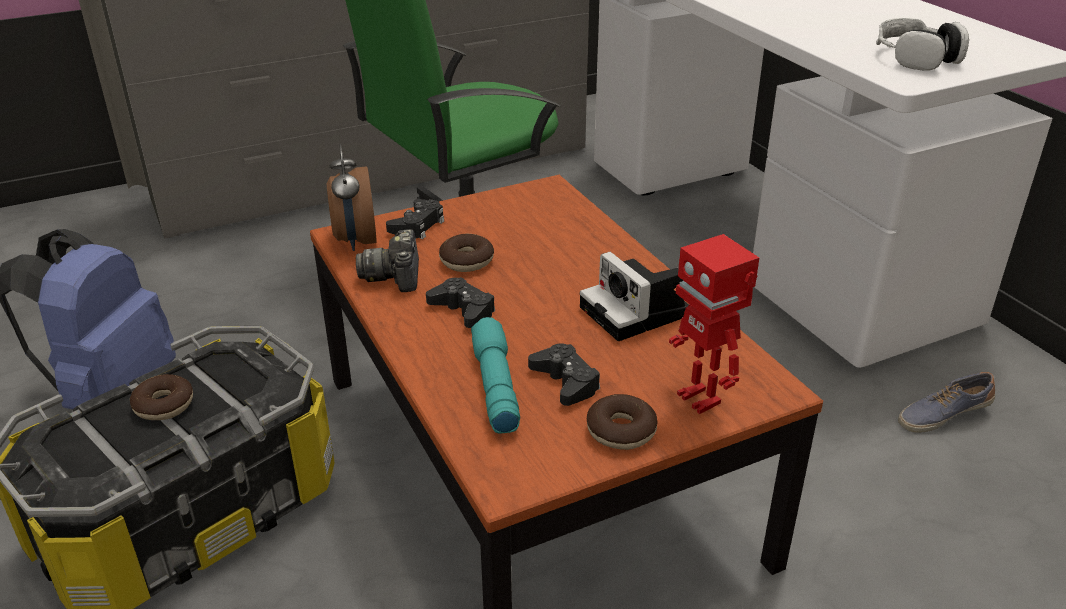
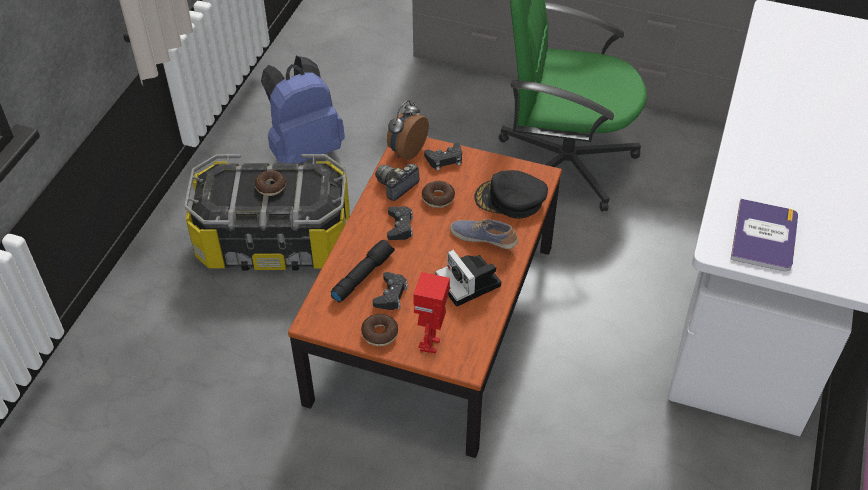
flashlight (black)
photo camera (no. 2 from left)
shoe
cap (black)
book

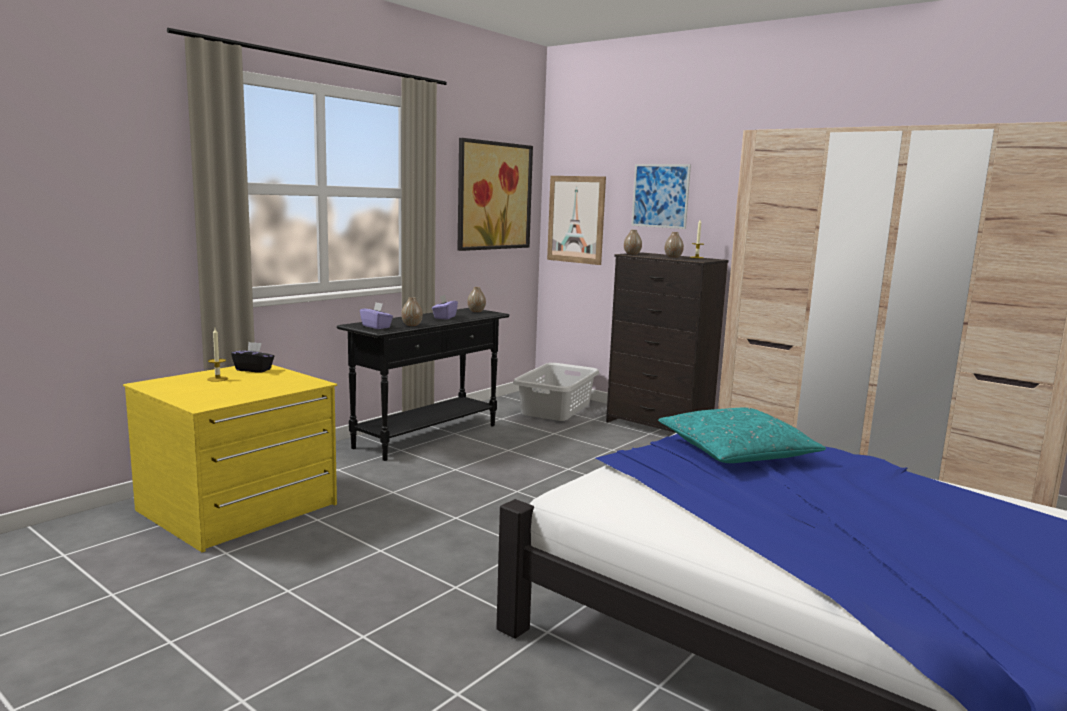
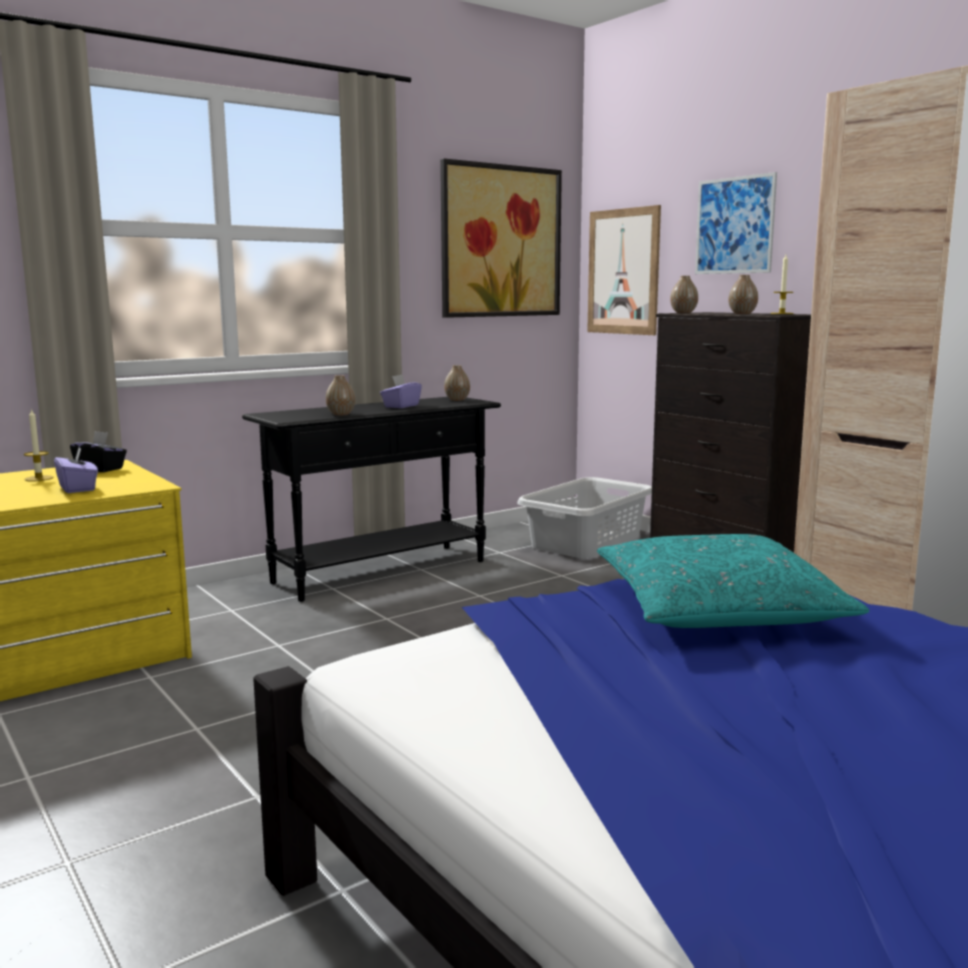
tissue box (purple) (no. 1 from left)

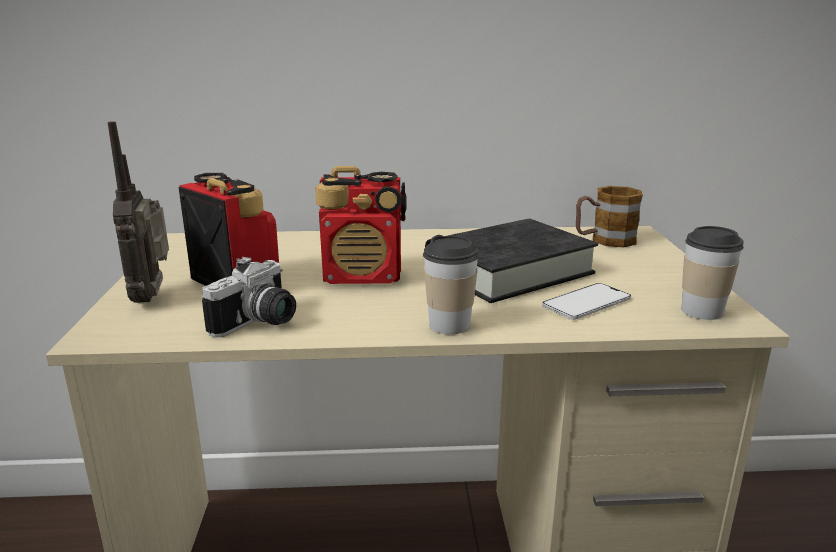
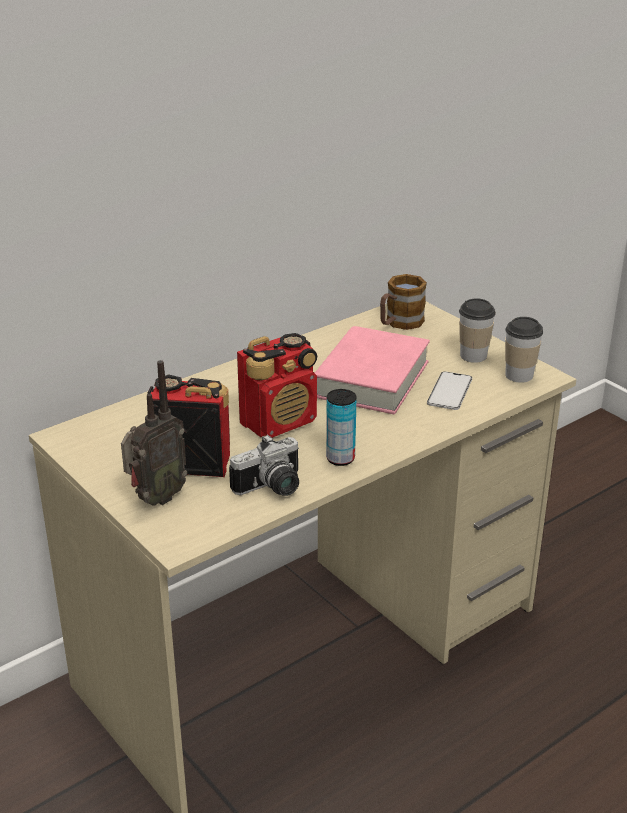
radio (no. 1 from left)
photo camera
book (pink)
can
cup (no. 1 from left)

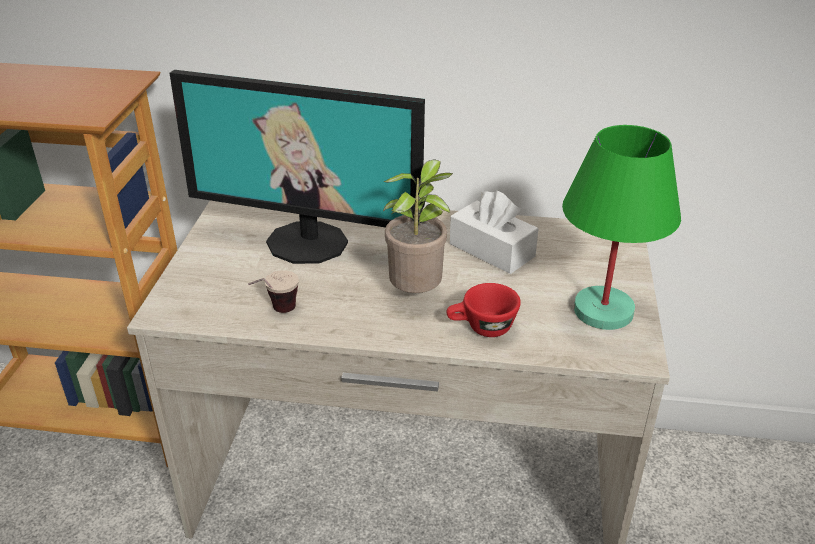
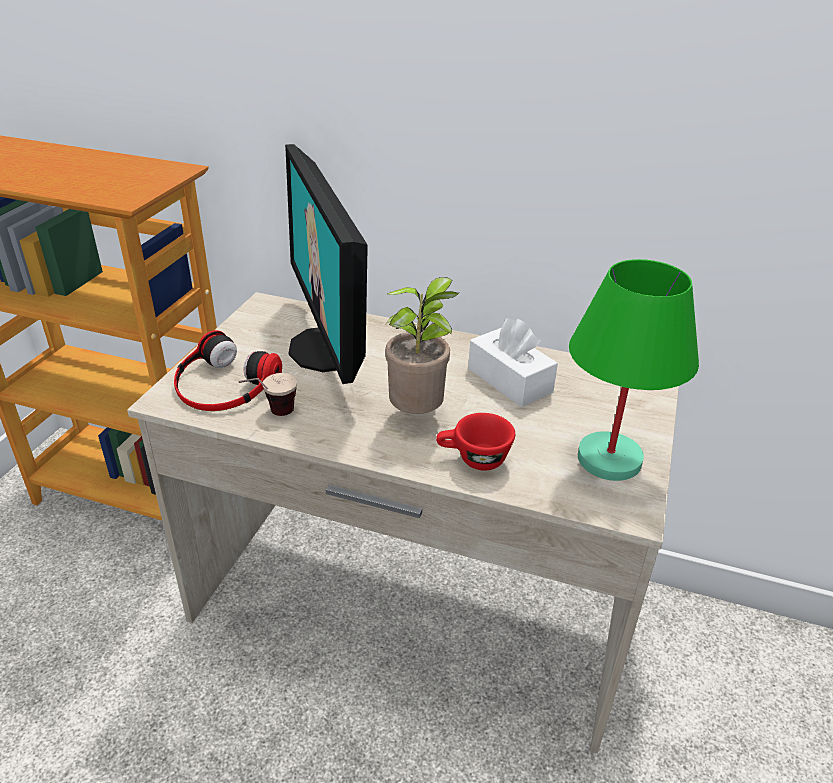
headphones
monitor

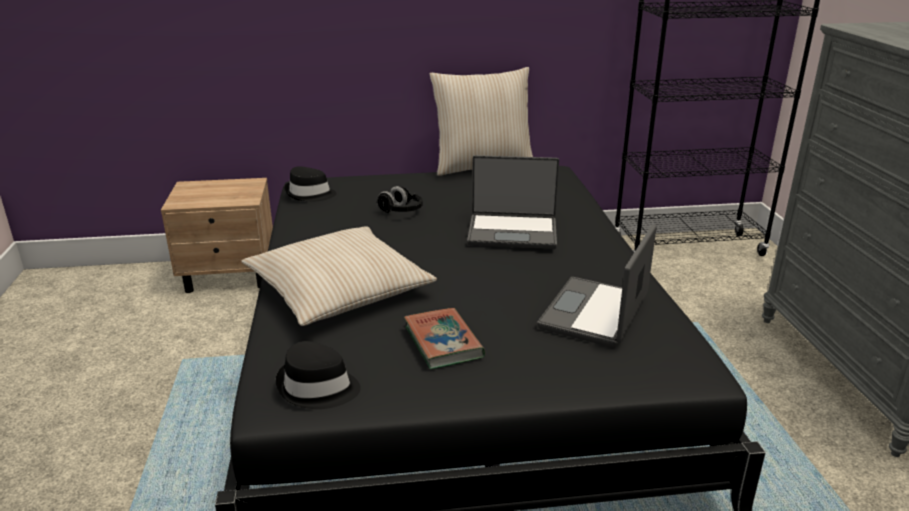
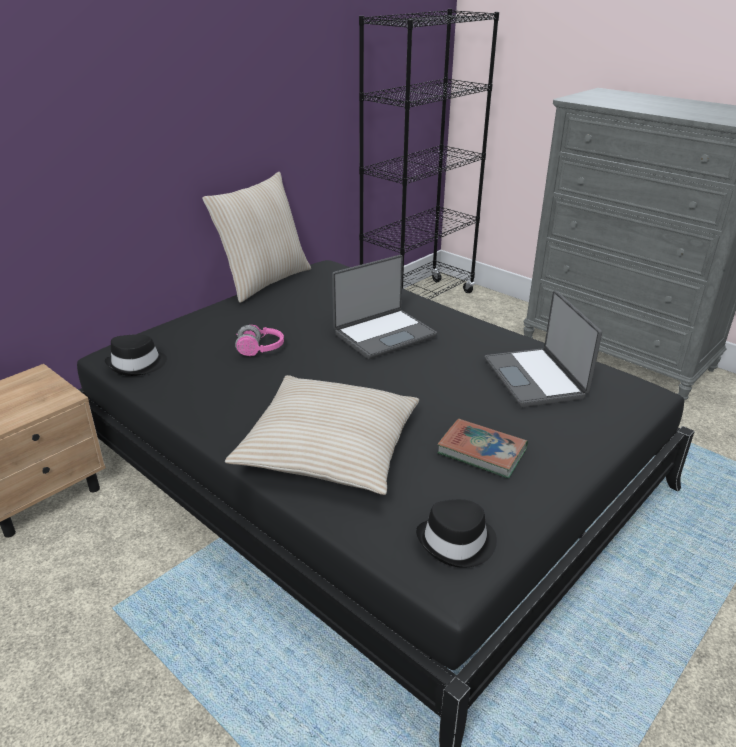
headphones (pink)

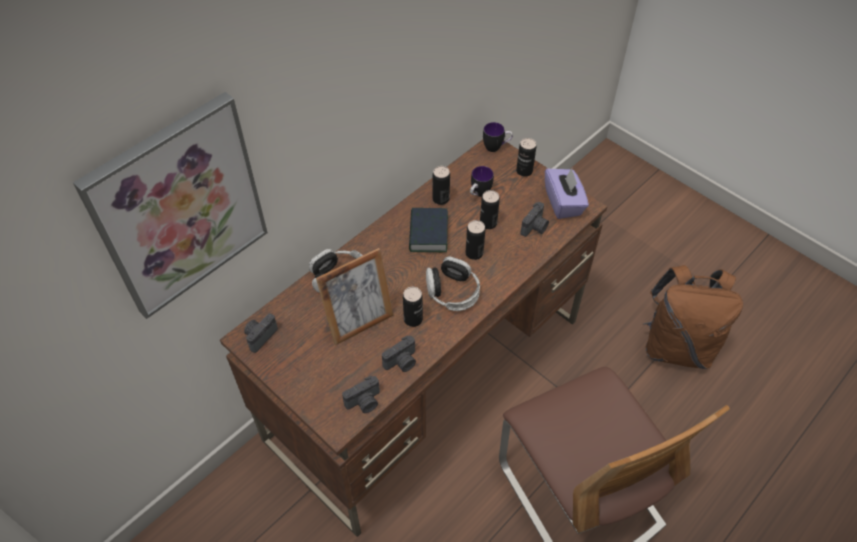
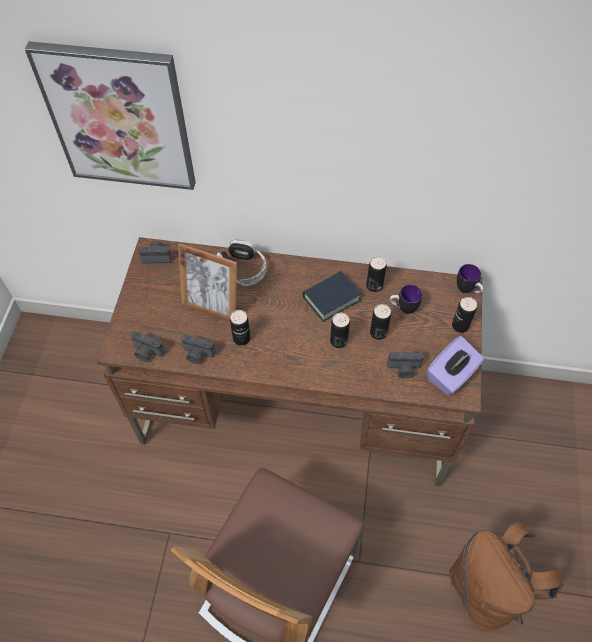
headphones (no. 2 from left in the first image)

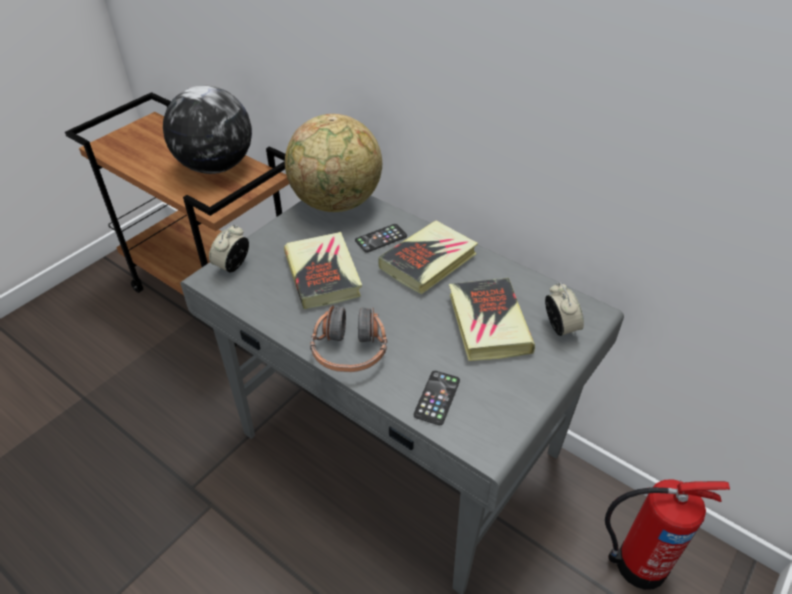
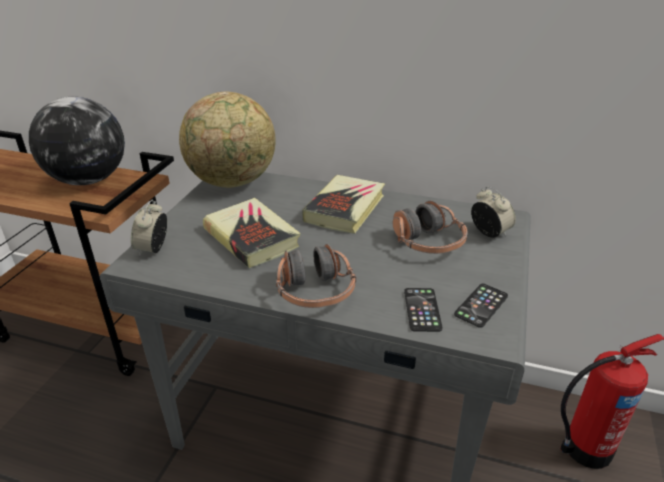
headphones (no. 2 from left)
phone (no. 2 from left)

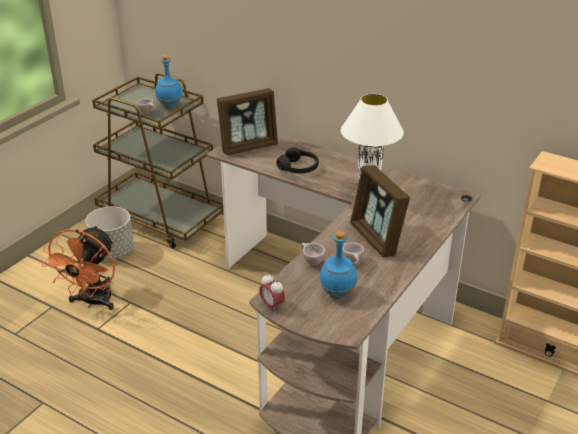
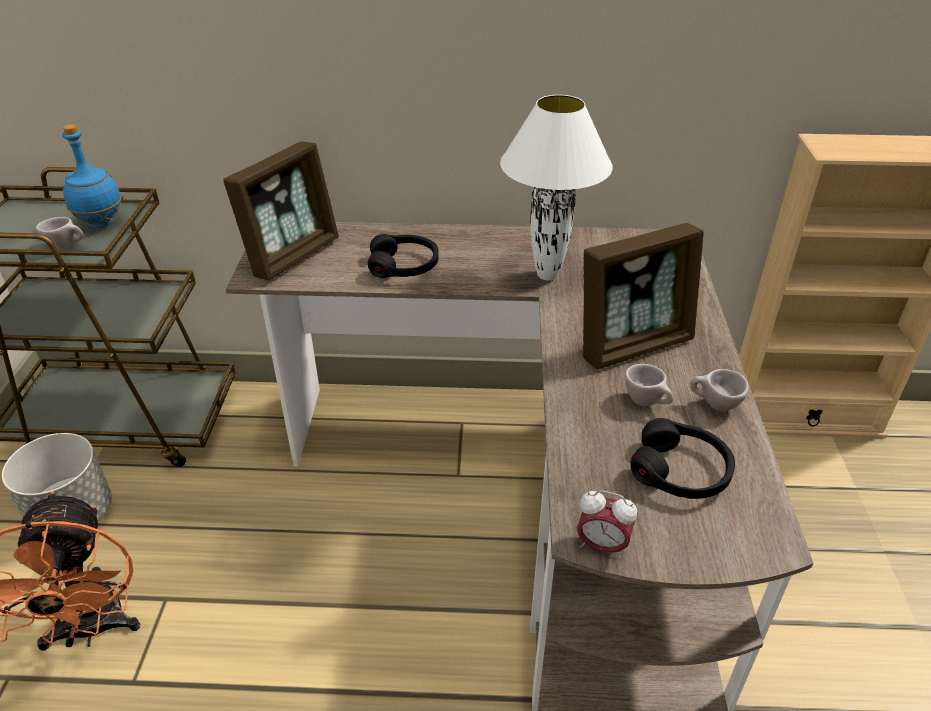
picture frame (no. 2 from left)
headphones (black) (no. 2 from left)
cup (beige) (no. 3 from left)

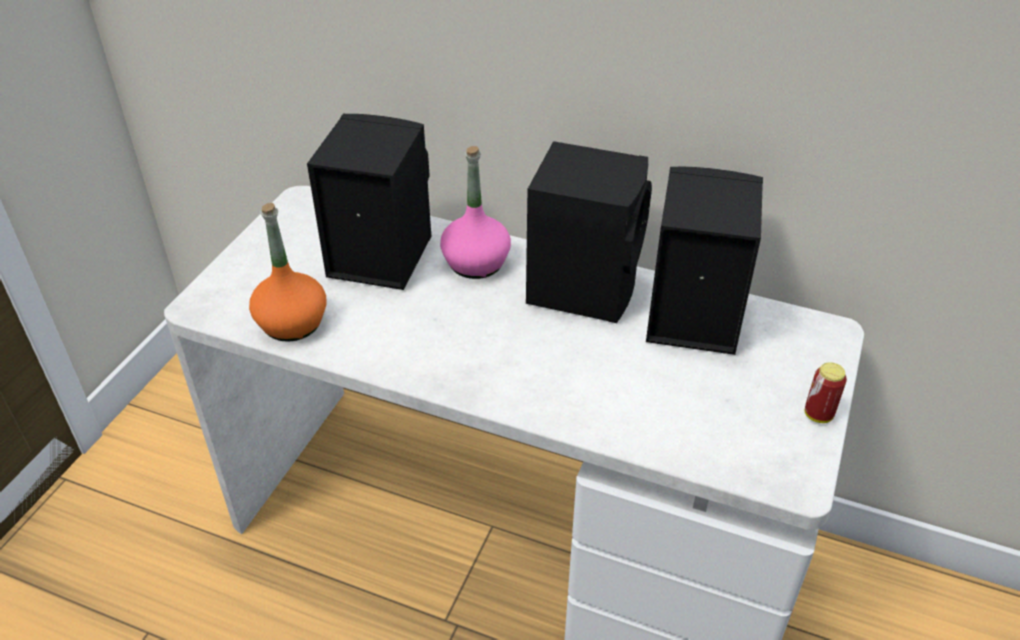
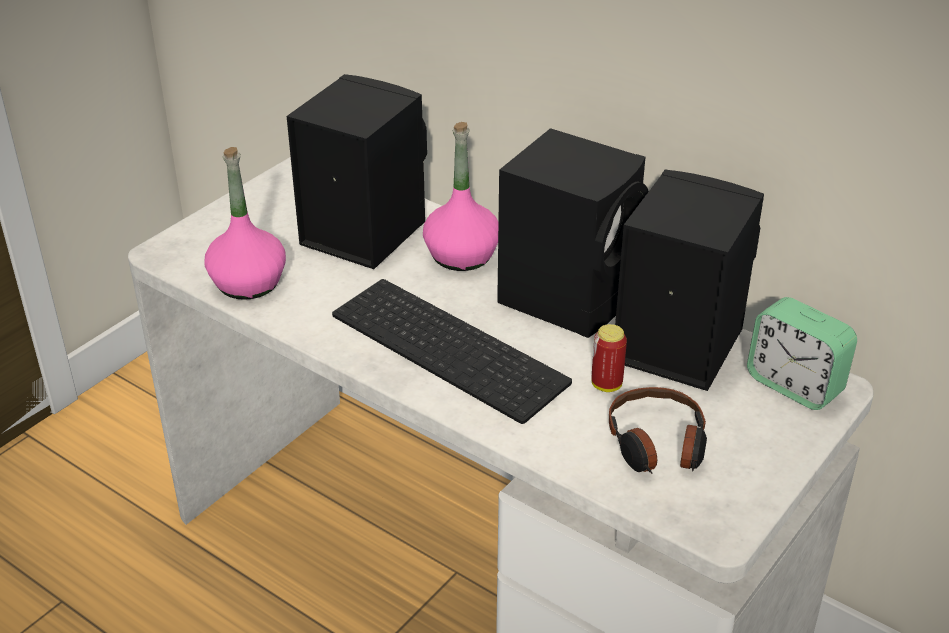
bottle (pink) (no. 1 from left)
keyboard
can
headphones
alarm clock

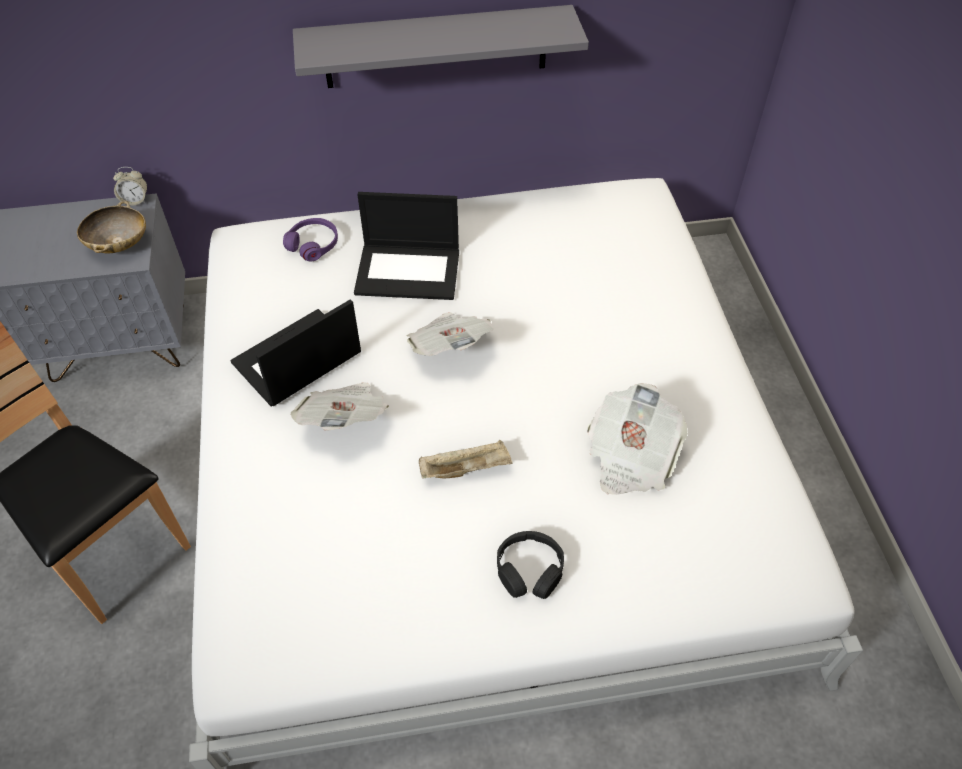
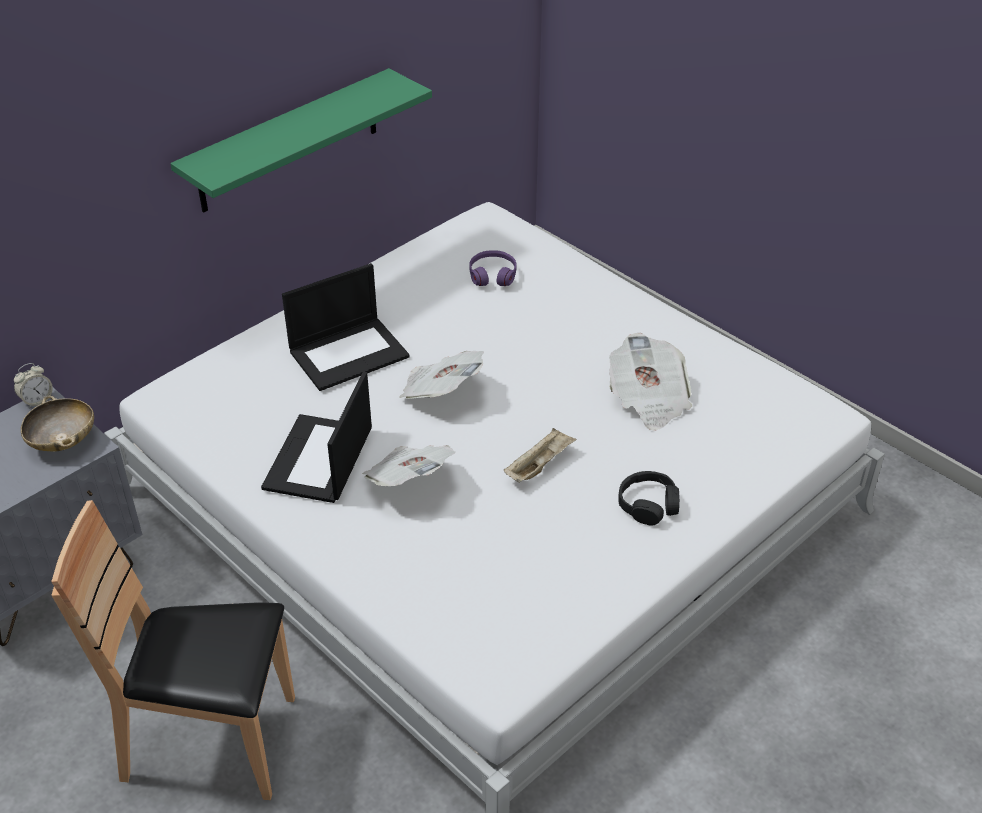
shelf (green)
headphones (purple)

